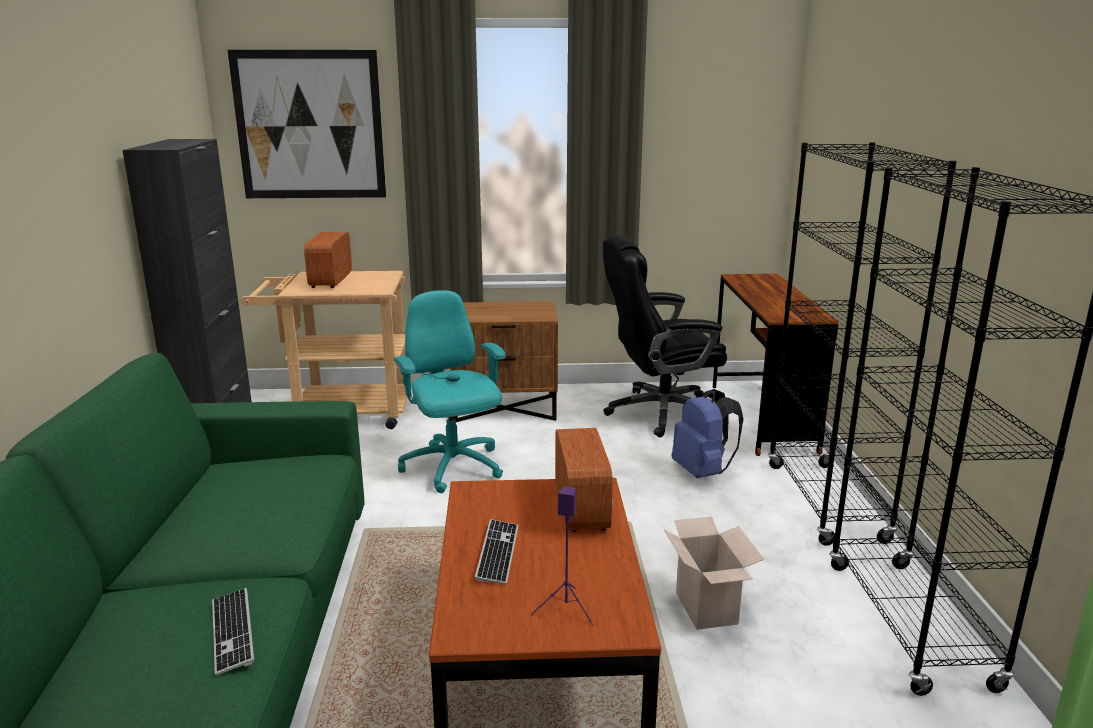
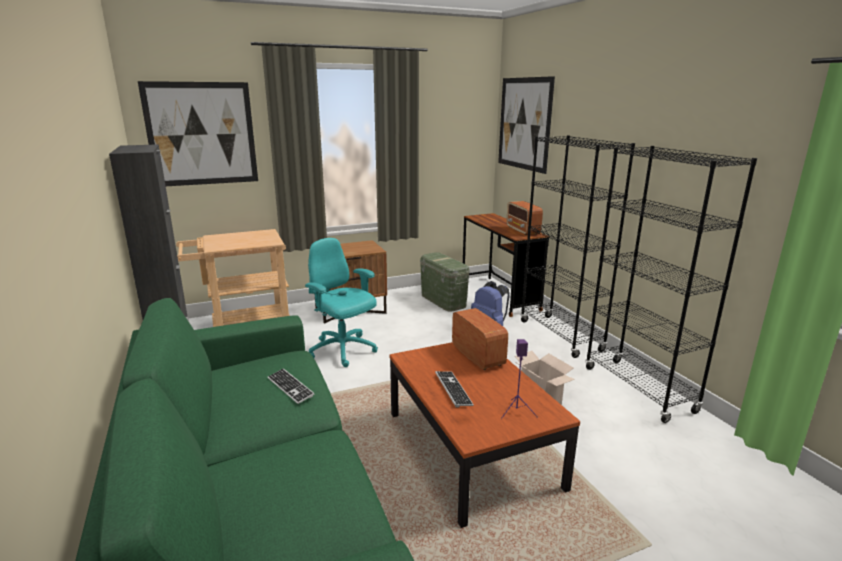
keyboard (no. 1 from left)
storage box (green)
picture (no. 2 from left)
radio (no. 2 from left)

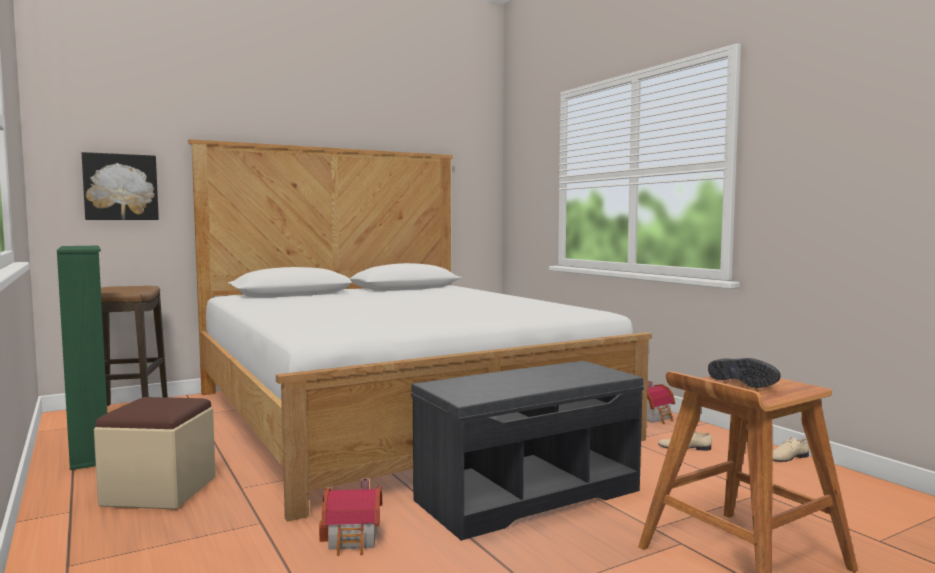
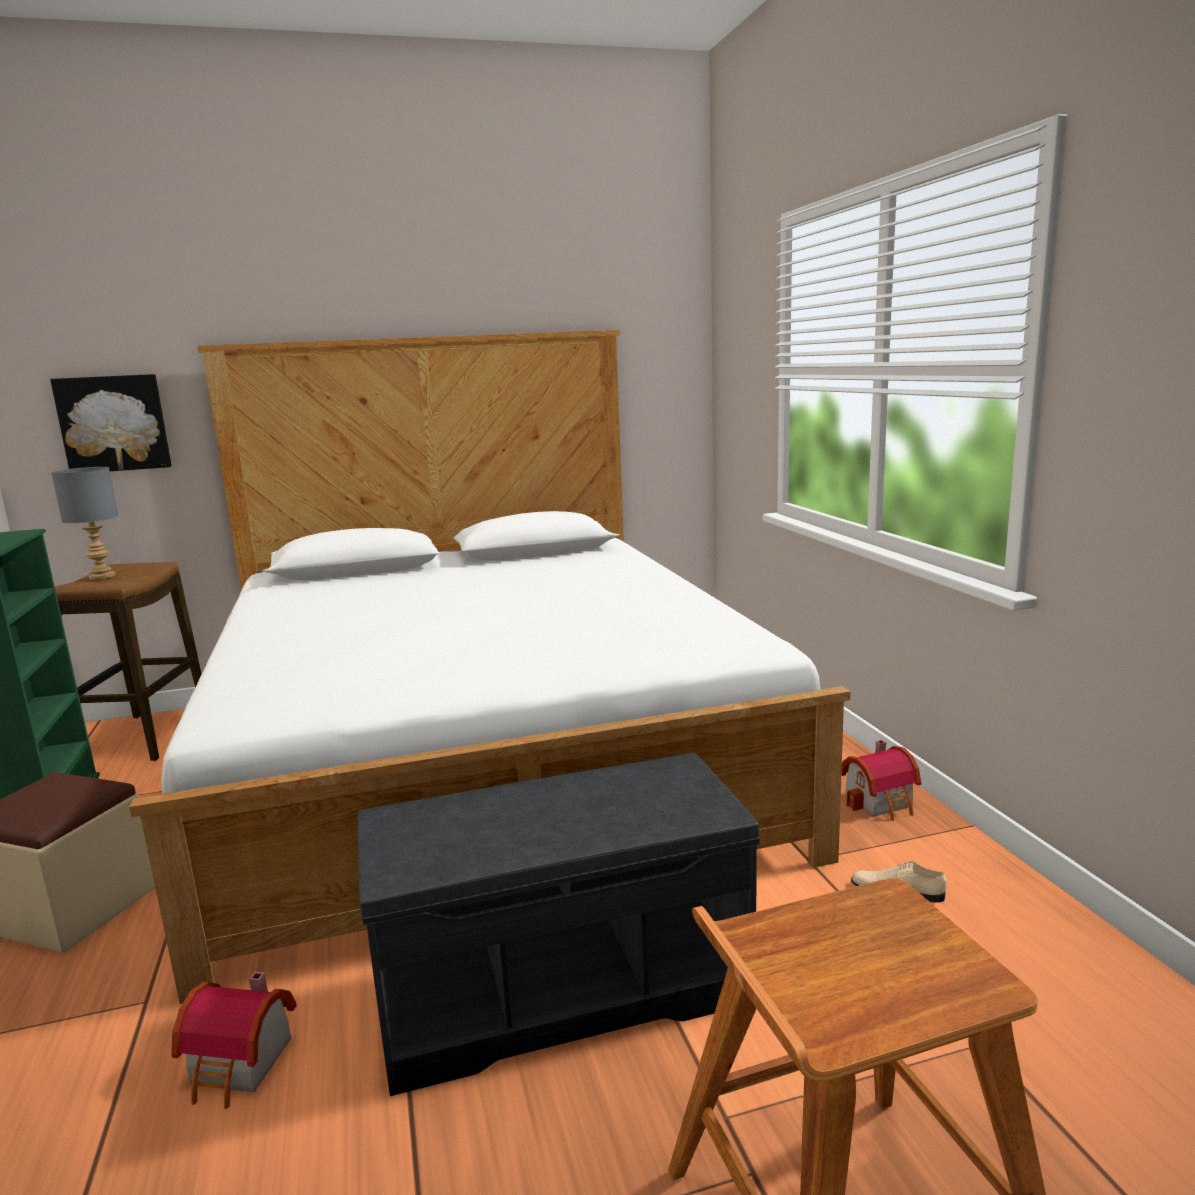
table lamp (grey)
shoe (black)
shoe (beige) (no. 2 from left in the first image)

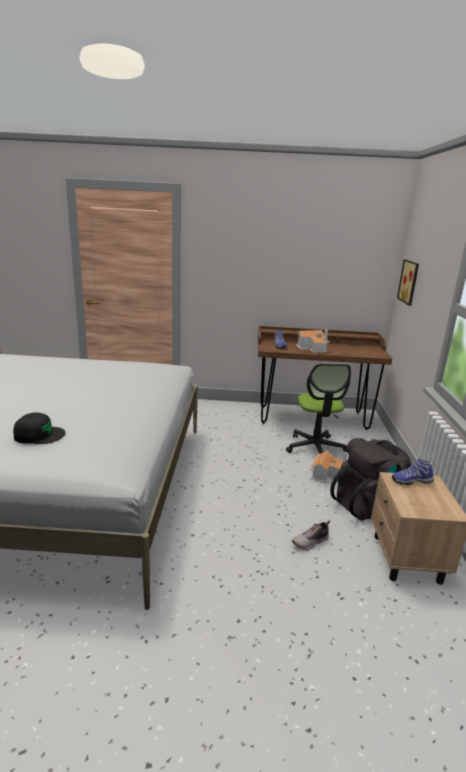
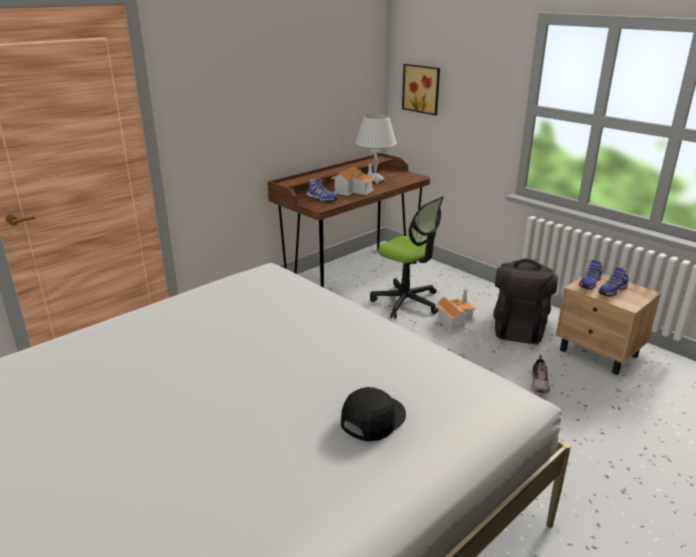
table lamp (white)
shoe (no. 4 from left)

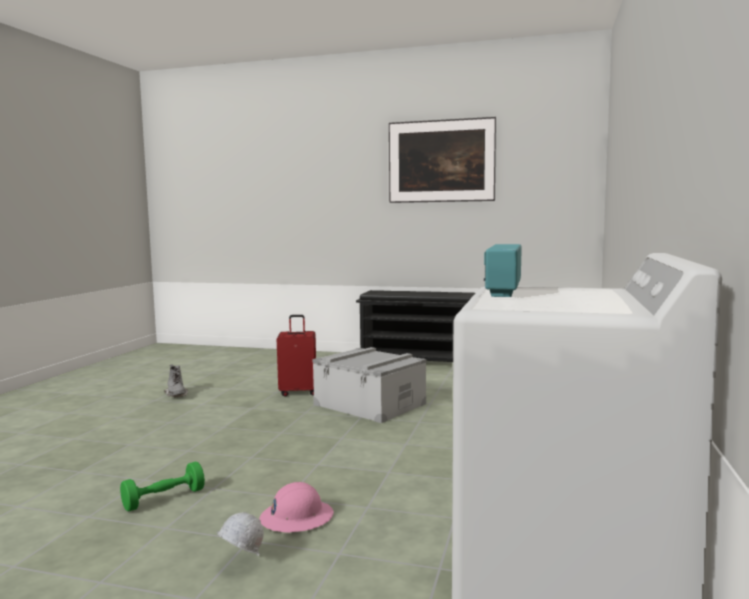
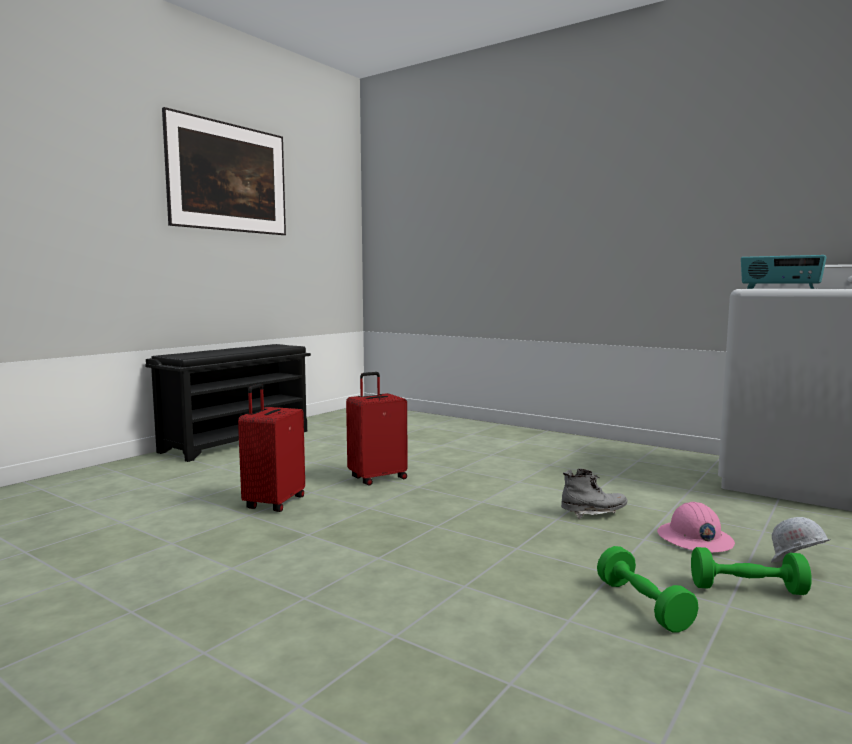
suitcase (red) (no. 2 from left)
boot (grey)
dumbbell (green) (no. 2 from left)

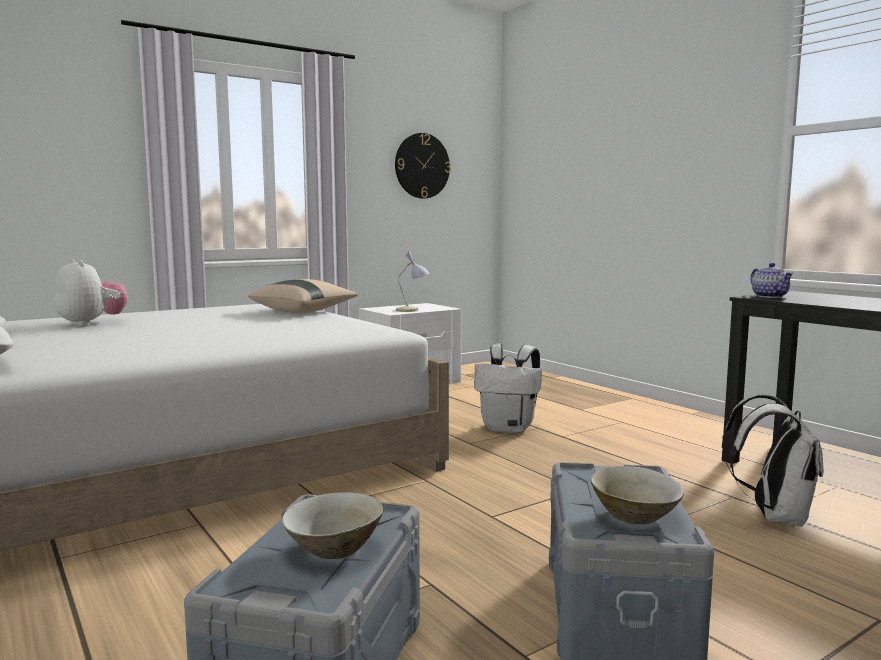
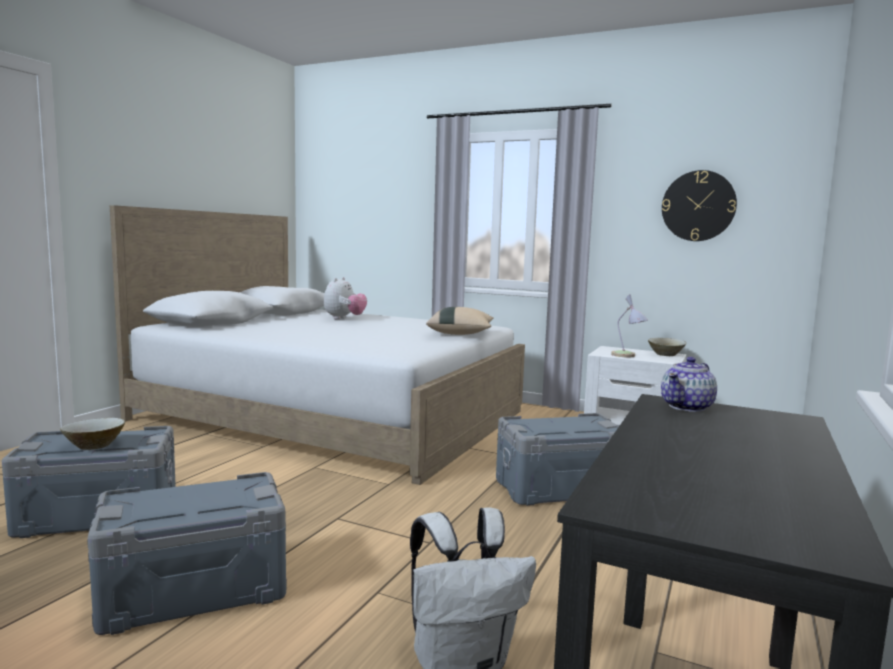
storage box (grey) (no. 3 from left)
bowl (beige) (no. 2 from left)

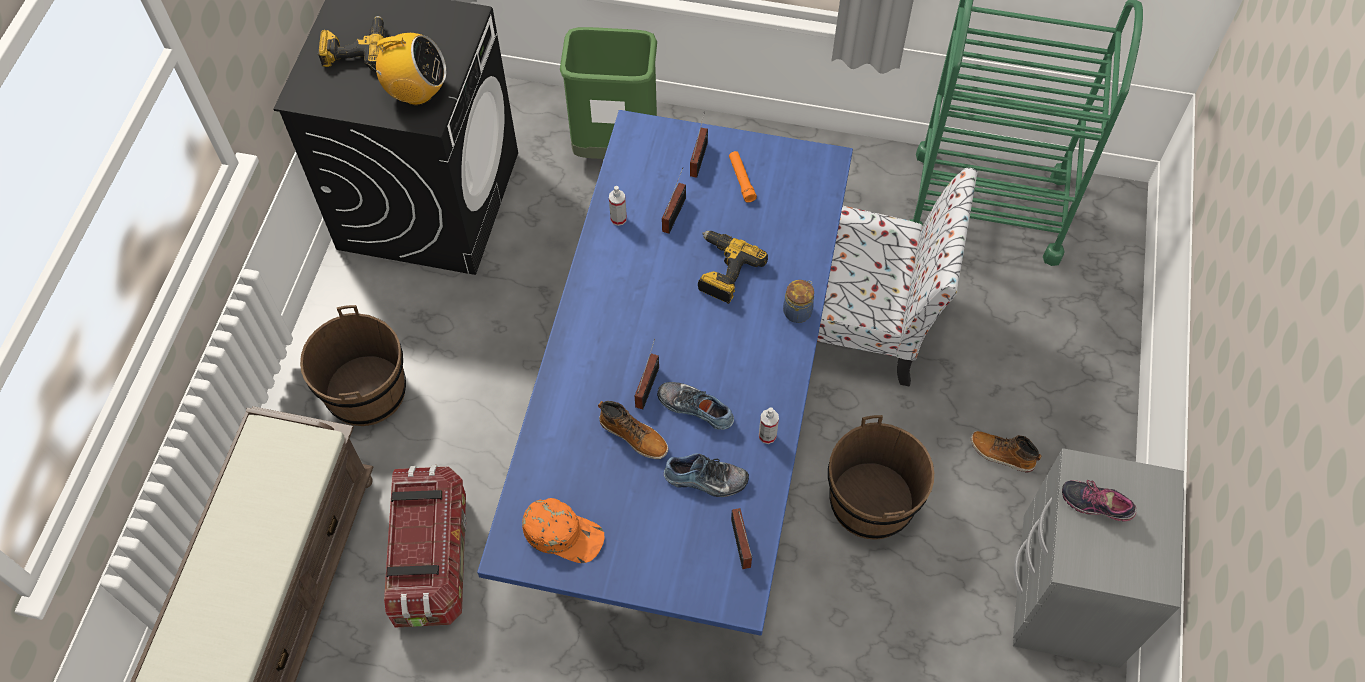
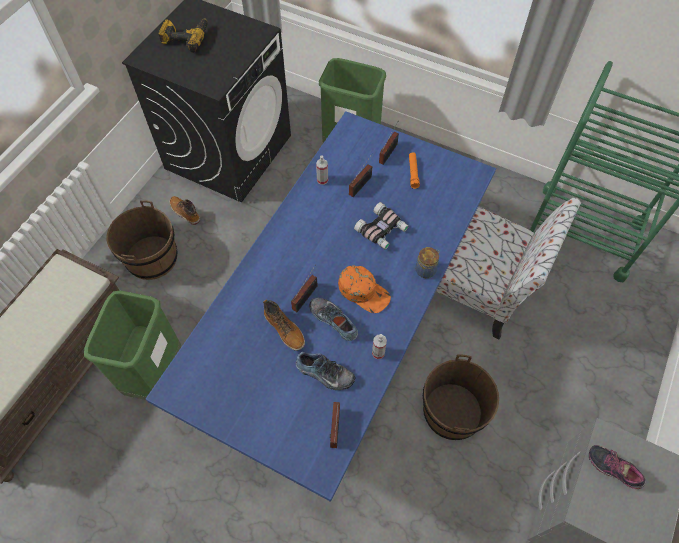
trash can (green) (no. 1 from left)
boot (no. 1 from left)
cap (orange)
binoculars
radio (no. 1 from left in the first image)

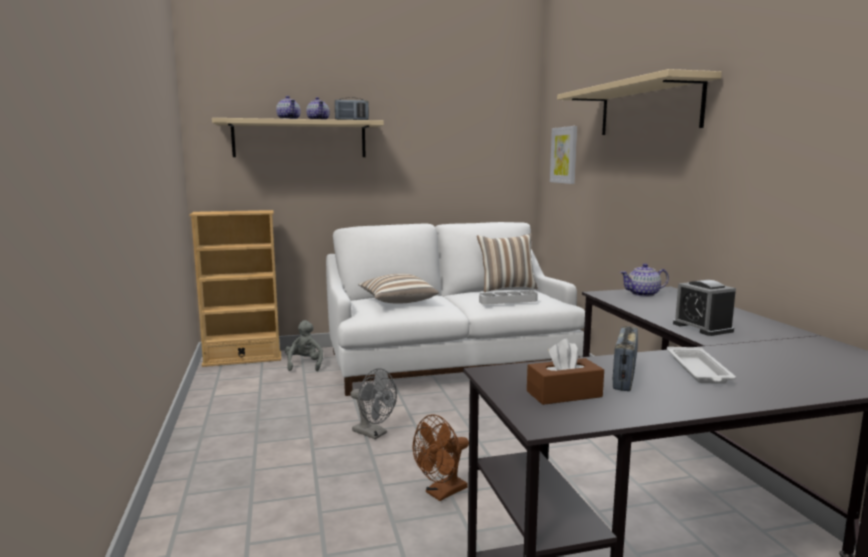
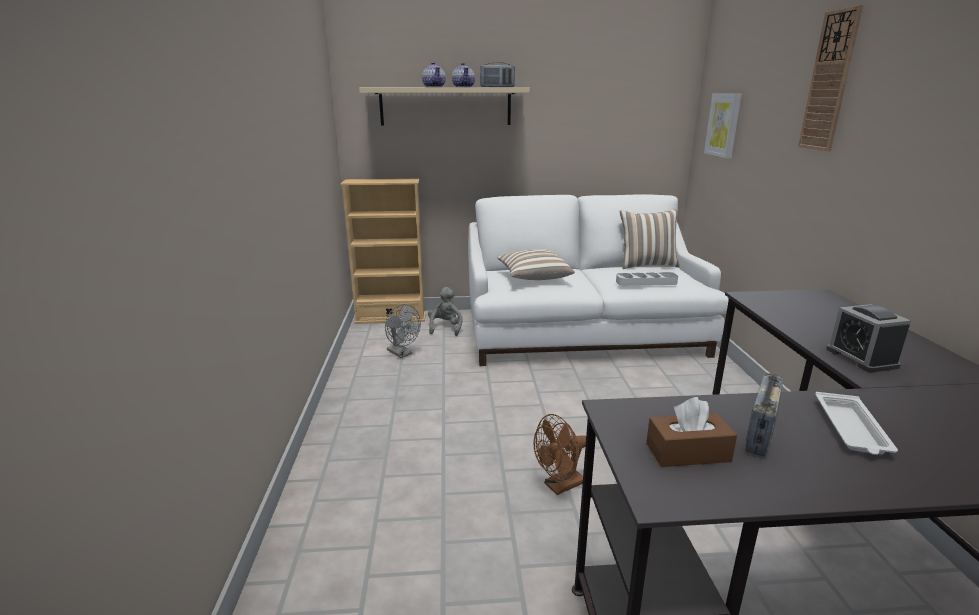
fan (grey)
wall clock
teapot (no. 3 from left in the first image)

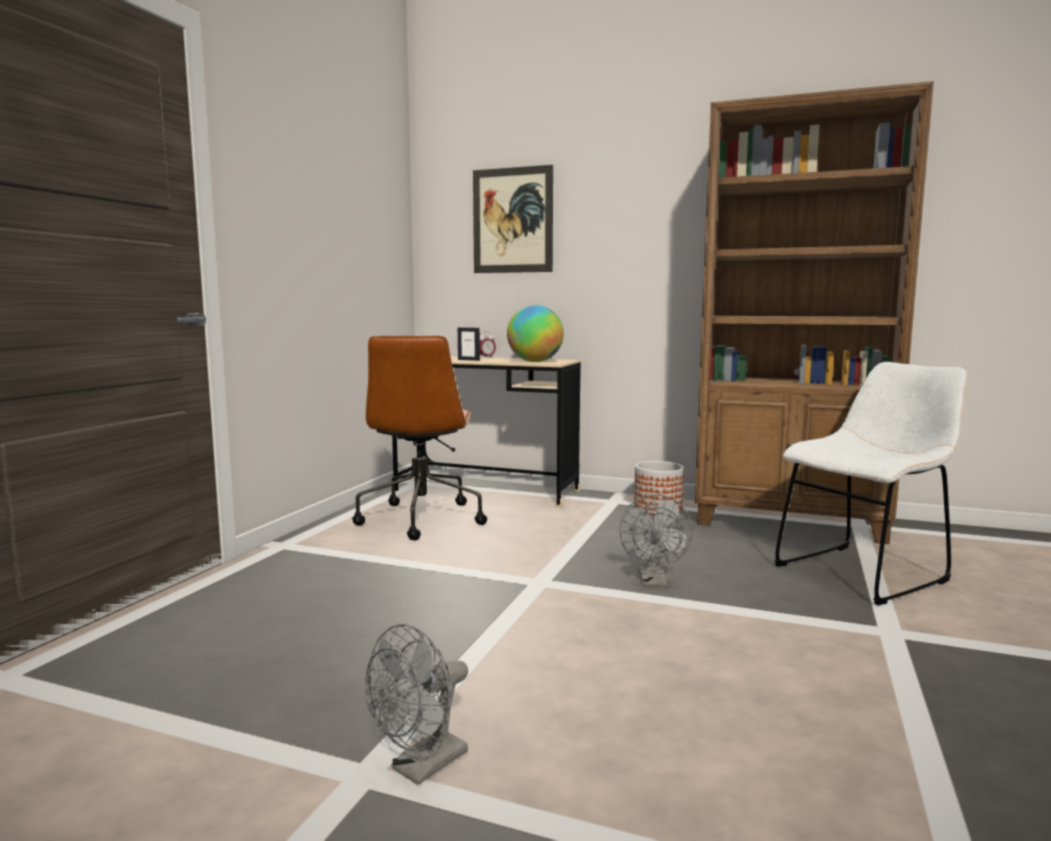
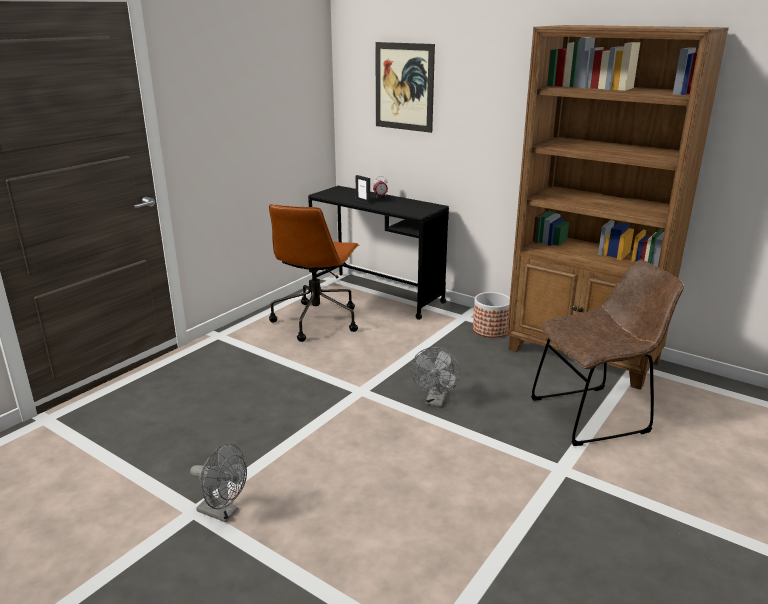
fan (grey) (no. 1 from left)
desk (black)
chair (brown)
globe

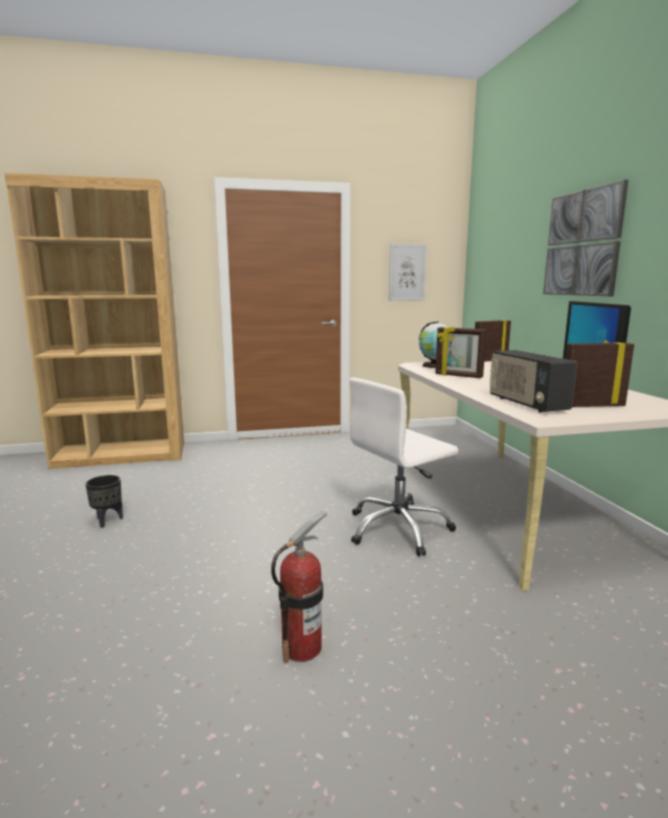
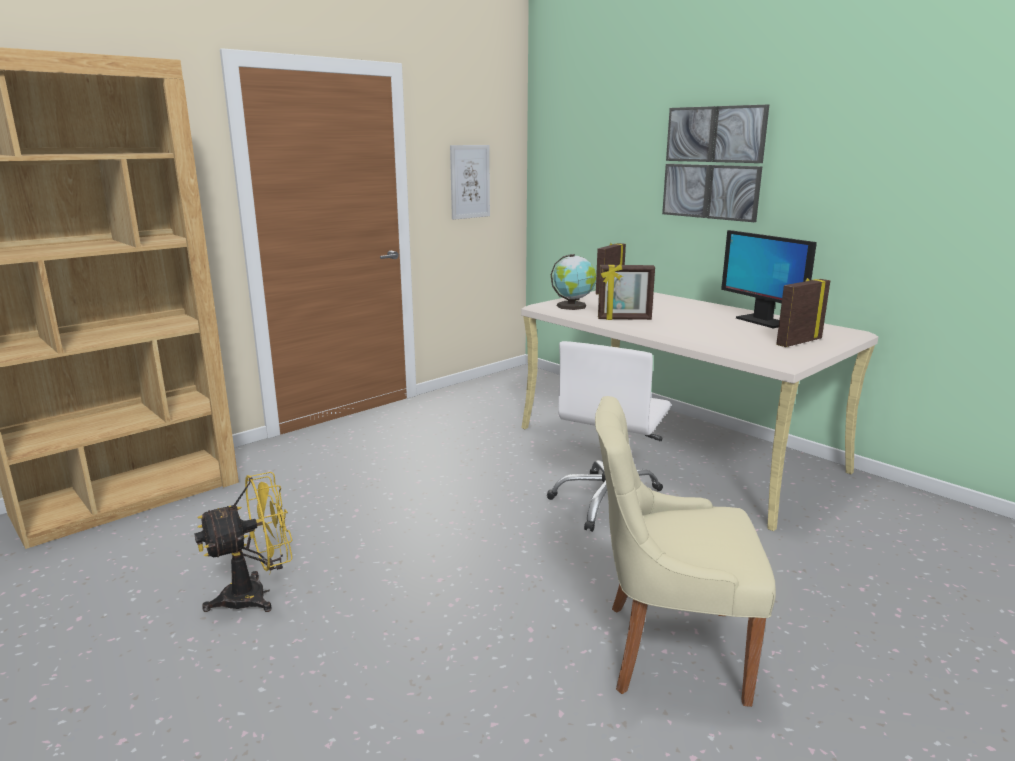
fan (yellow)
chair (beige)
radio

